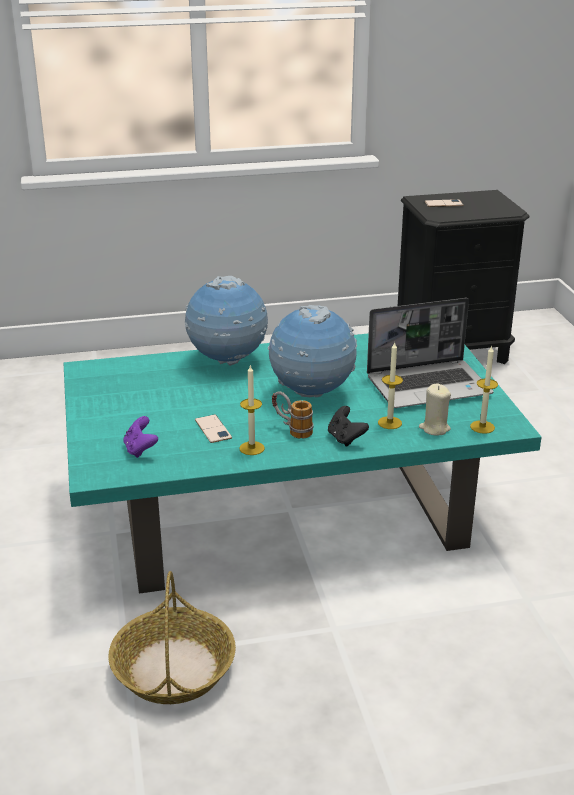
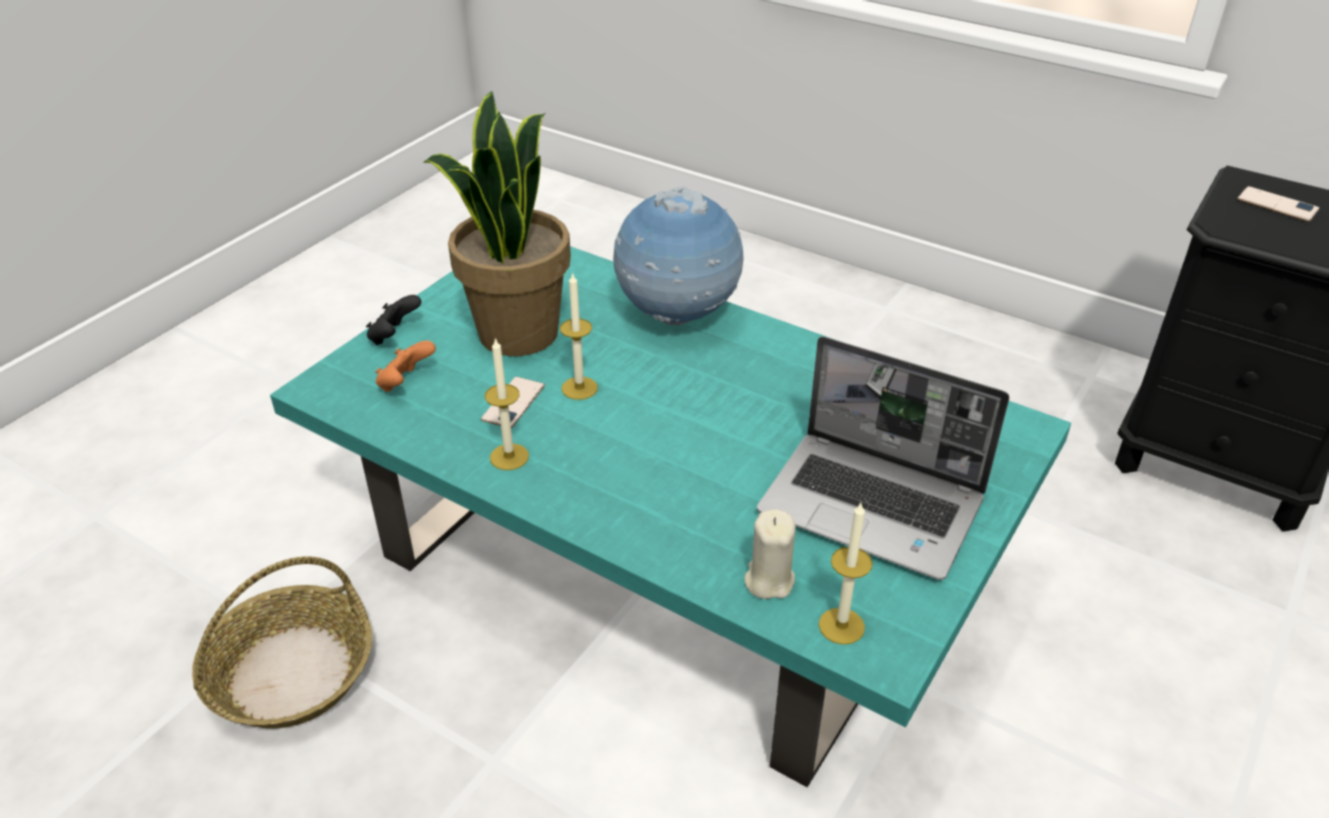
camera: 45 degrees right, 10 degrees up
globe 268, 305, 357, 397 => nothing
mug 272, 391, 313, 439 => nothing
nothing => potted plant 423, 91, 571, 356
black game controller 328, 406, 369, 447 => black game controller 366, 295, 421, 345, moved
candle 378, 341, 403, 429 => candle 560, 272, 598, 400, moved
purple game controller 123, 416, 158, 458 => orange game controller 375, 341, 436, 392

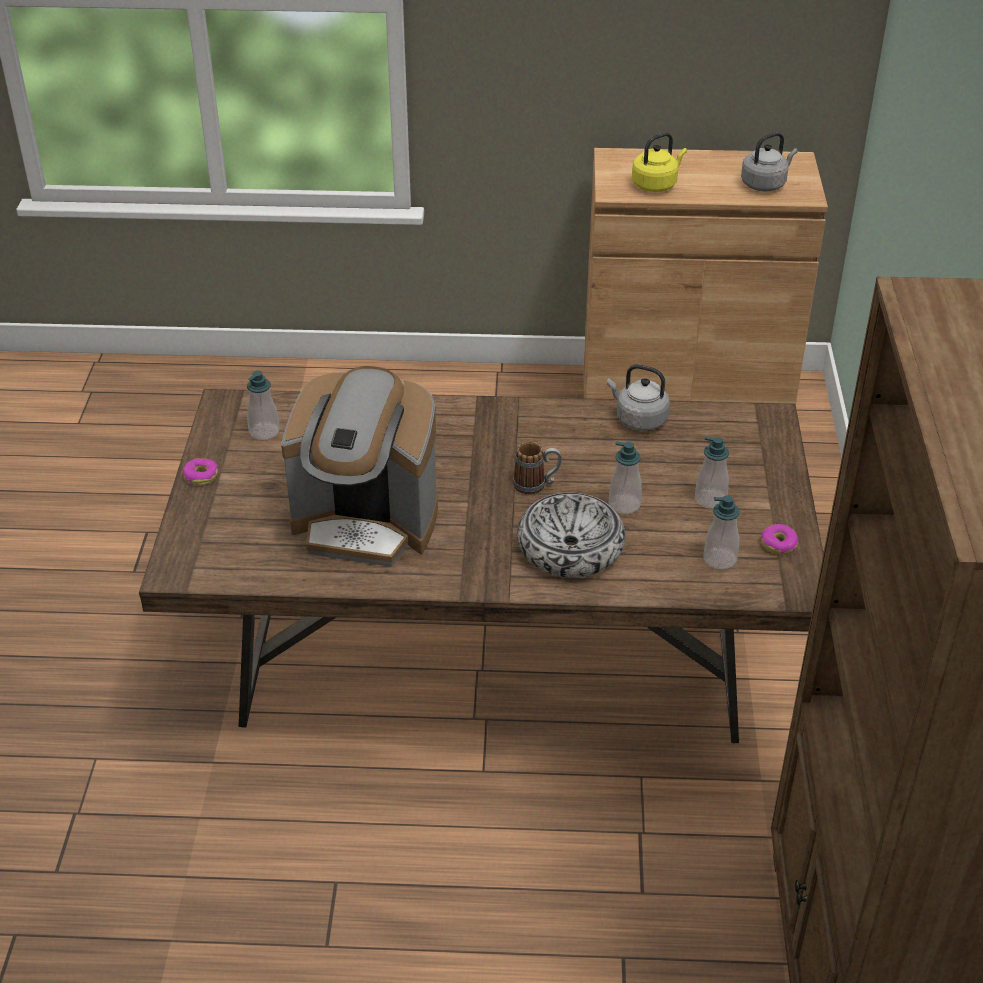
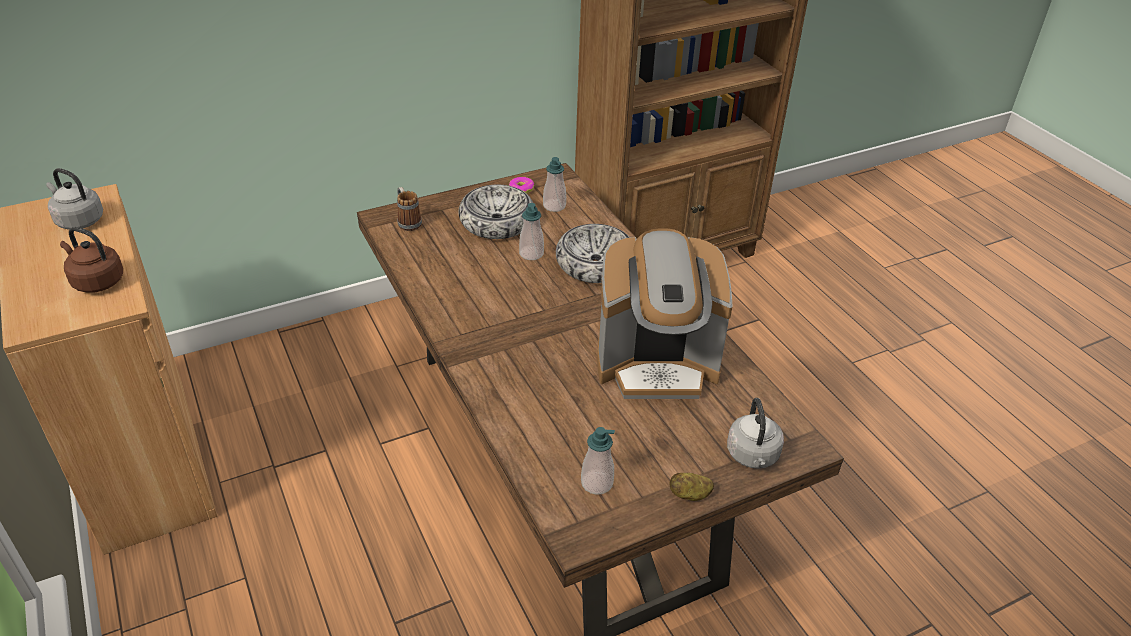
camera: 120 degrees left, 0 degrees up
mug 513, 442, 562, 494 => mug 397, 187, 422, 231, moved
grey kettle 607, 364, 670, 431 => grey kettle 727, 398, 784, 469, moved
donut 182, 458, 218, 485 => potato 669, 473, 714, 501
soap dispenser 695, 436, 729, 509 => bowl 459, 185, 533, 239
yellow kettle 632, 132, 687, 192 => brown kettle 60, 227, 123, 293
coffee machine 281, 366, 438, 567 => coffee machine 597, 228, 732, 399, 105 degrees clockwise

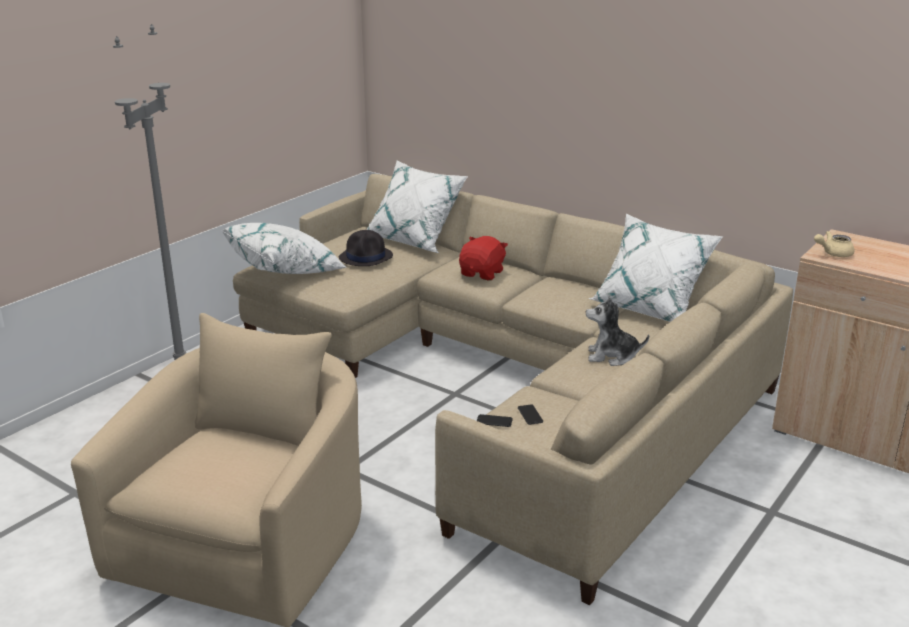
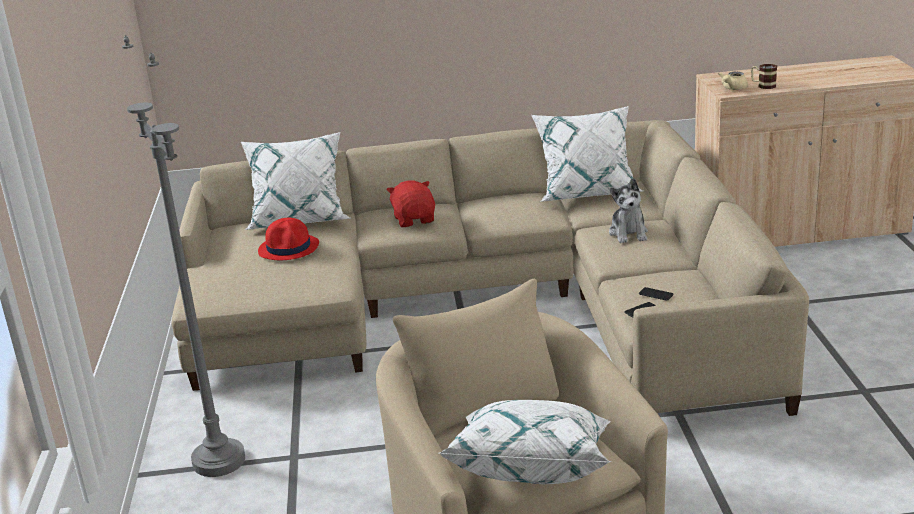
camera: 40 degrees left, 0 degrees up
nothing => mug 751, 64, 777, 89
white pillow 222, 223, 347, 274 => white pillow 438, 400, 611, 484, moved
black hat 339, 230, 393, 266 => red hat 258, 218, 319, 260
plush toy 586, 296, 649, 366 => plush toy 609, 178, 648, 243, 60 degrees counterclockwise

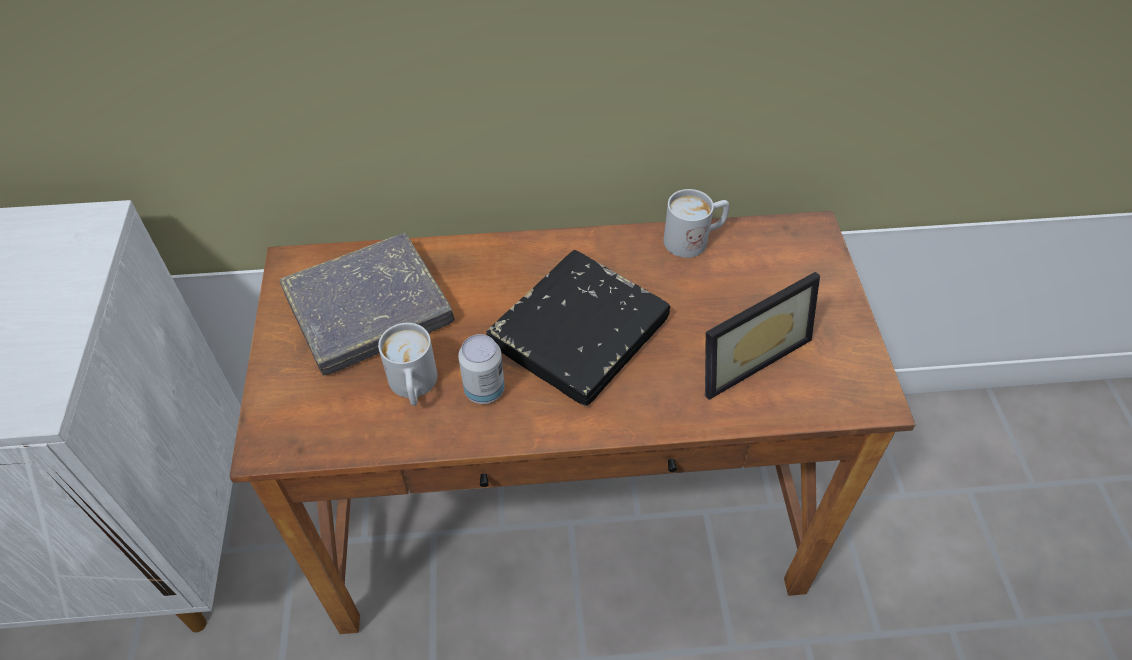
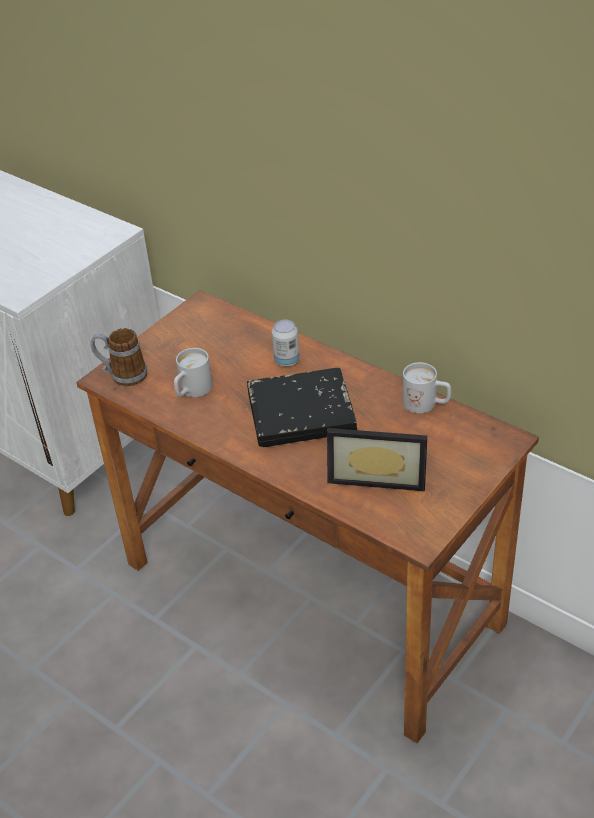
camera: 45 degrees right, 10 degrees down
grey book 279, 233, 455, 376 => nothing
nothing => mug 90, 328, 147, 386
can 458, 334, 505, 404 => can 272, 320, 300, 367, moved

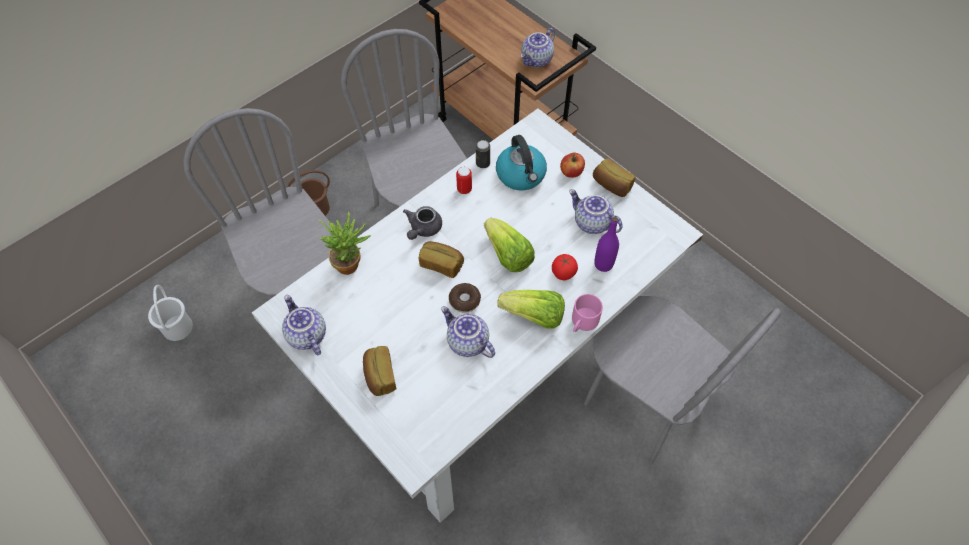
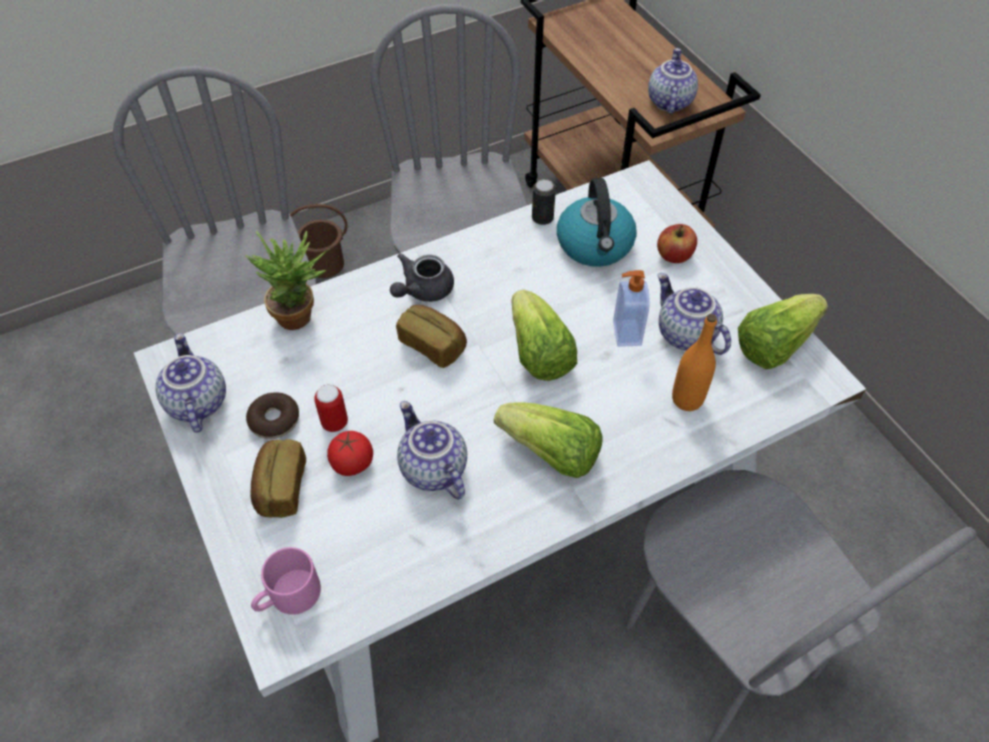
camera: 15 degrees right, 5 degrees down
white bucket 148, 285, 193, 341 => nothing
bread 593, 158, 635, 197 => nothing
nothing => soap dispenser 613, 270, 650, 347
nothing => lettuce 738, 294, 828, 369
donut 449, 283, 481, 313 => donut 246, 392, 299, 439, moved
can 456, 167, 472, 194 => can 314, 385, 348, 432, moved
tomato 552, 254, 578, 280 => tomato 327, 431, 373, 476, moved
pink mug 572, 294, 603, 332 => pink mug 251, 547, 321, 615, moved
purple bottle 594, 217, 619, 272 => orange bottle 672, 314, 717, 411
teapot 520, 28, 555, 67 => teapot 648, 48, 698, 114, 135 degrees clockwise

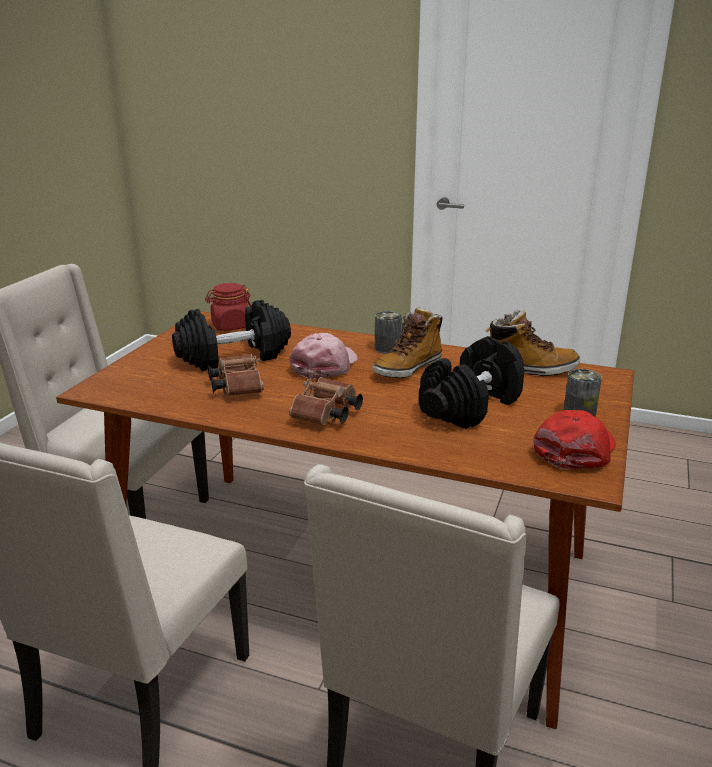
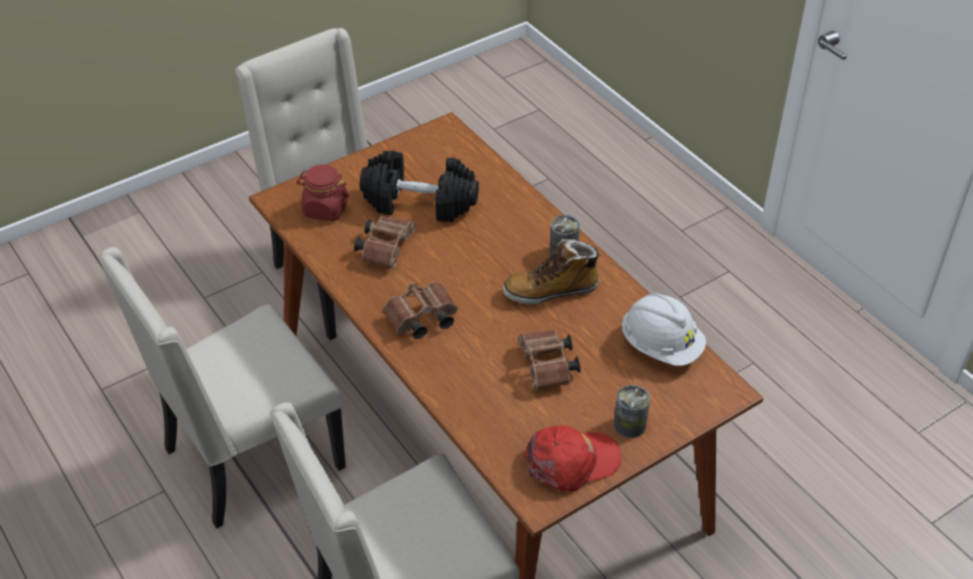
camera: 35 degrees right, 20 degrees up
pink cap 289, 333, 357, 379 => nothing
red jar 205, 283, 251, 331 => red jar 297, 164, 349, 221, moved
black dumbbell 419, 336, 525, 429 => brown binoculars 518, 330, 581, 390
boot 486, 309, 580, 376 => white hard hat 622, 293, 706, 366

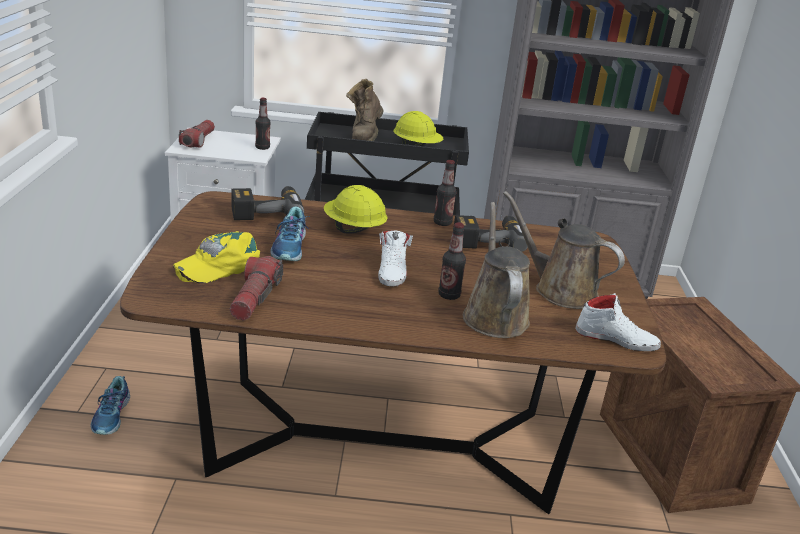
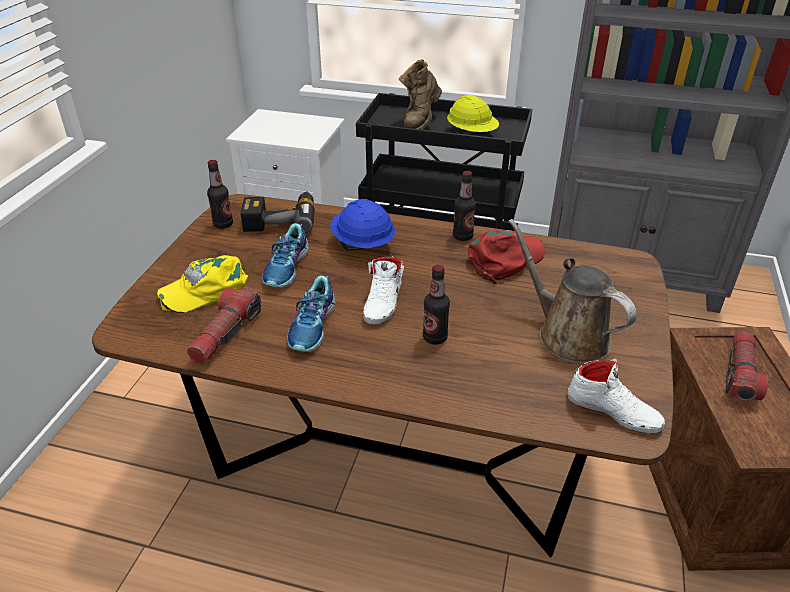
camera: 15 degrees right, 10 degrees up
brown watering can 463, 202, 530, 338 => nothing
shoe 90, 376, 130, 435 => shoe 287, 276, 336, 352, moved
flashlight 179, 120, 215, 148 => flashlight 726, 332, 769, 401, moved
bottle 255, 98, 271, 150 => bottle 207, 160, 233, 229, moved
power drill 454, 215, 528, 252 => red cap 468, 230, 545, 284
yellow hard hat 324, 185, 388, 234 => blue hard hat 330, 199, 395, 251

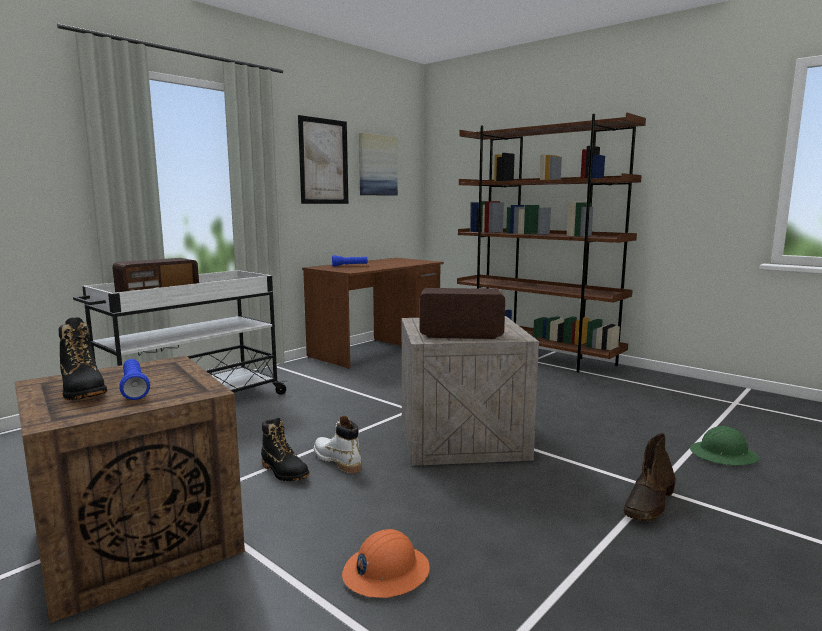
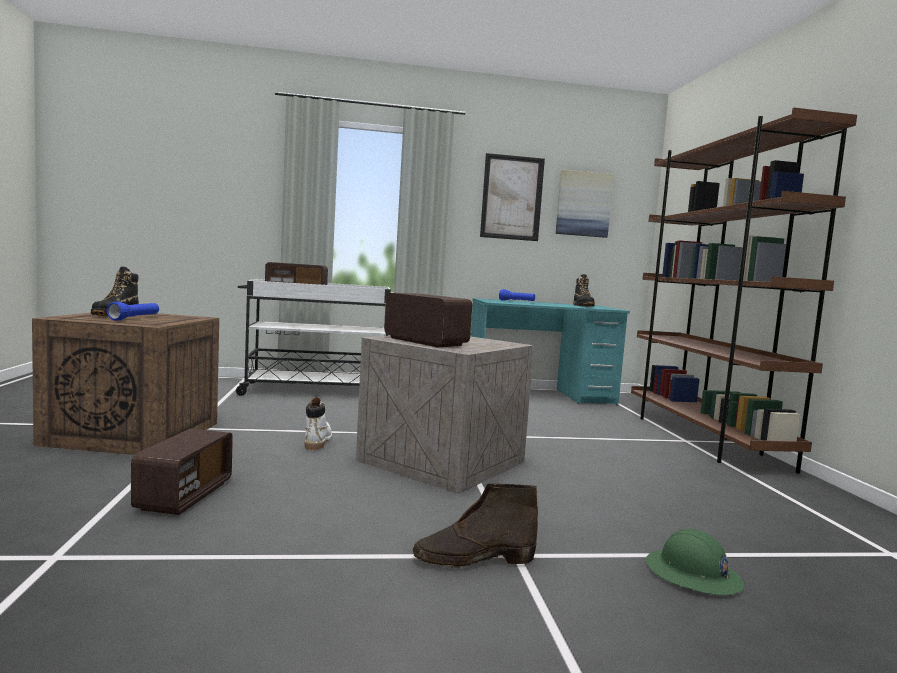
camera: 40 degrees right, 5 degrees down
black boot 261, 418, 309, 481 => black boot 573, 274, 595, 307, moved
orange hard hat 342, 529, 430, 598 => radio 131, 429, 233, 515
brown desk 302, 258, 444, 369 => turquoise desk 470, 298, 630, 405

